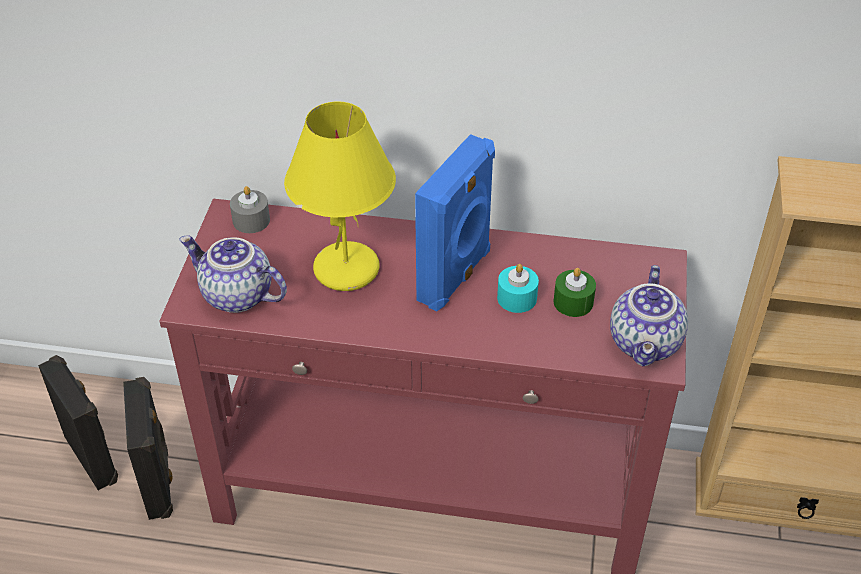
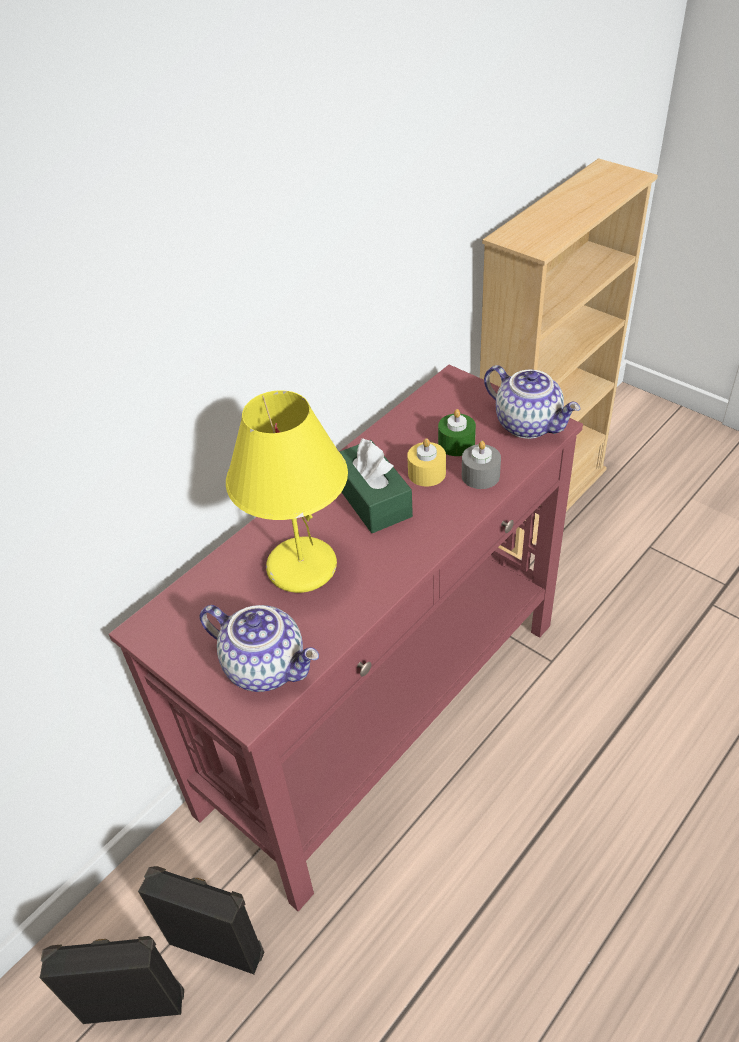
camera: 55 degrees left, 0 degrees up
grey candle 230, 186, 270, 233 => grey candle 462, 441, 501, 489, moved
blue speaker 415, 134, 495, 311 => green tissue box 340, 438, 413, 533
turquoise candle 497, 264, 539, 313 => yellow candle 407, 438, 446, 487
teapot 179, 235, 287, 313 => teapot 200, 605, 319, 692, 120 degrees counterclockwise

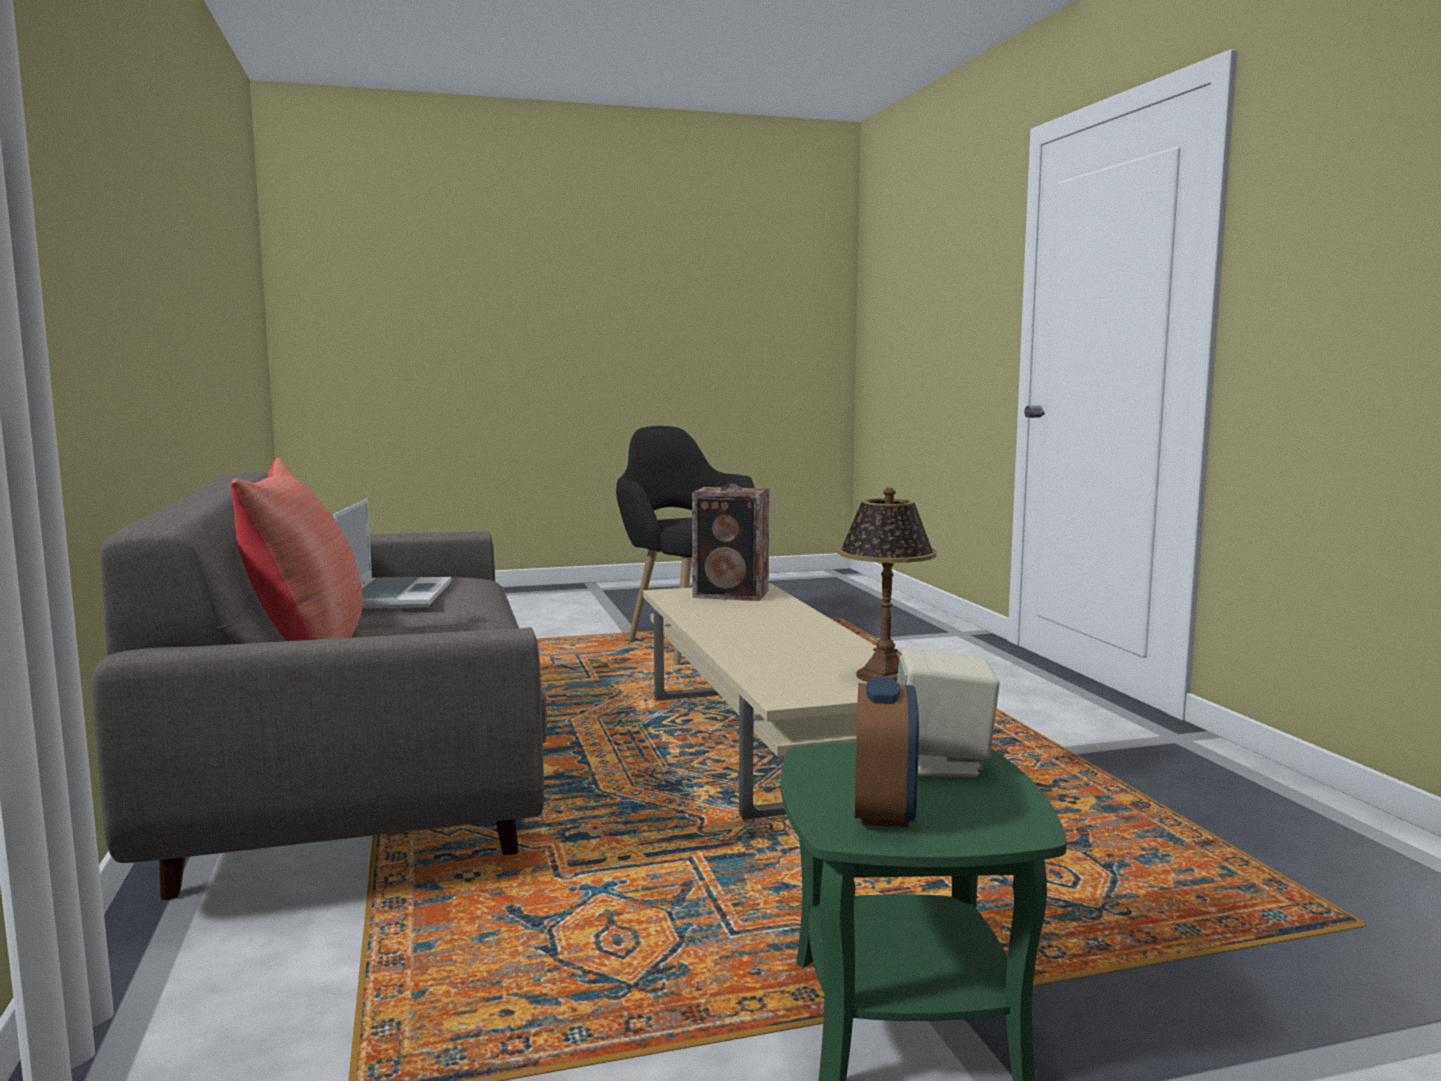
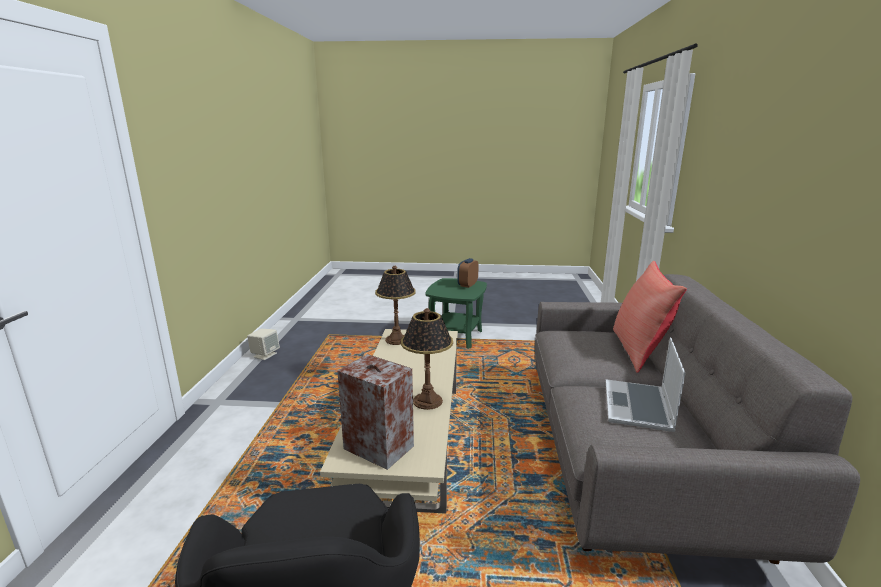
camera: 160 degrees left, 10 degrees up
nothing => table lamp 401, 308, 453, 410
beige speaker 897, 648, 1000, 777 => beige speaker 247, 329, 280, 360, moved

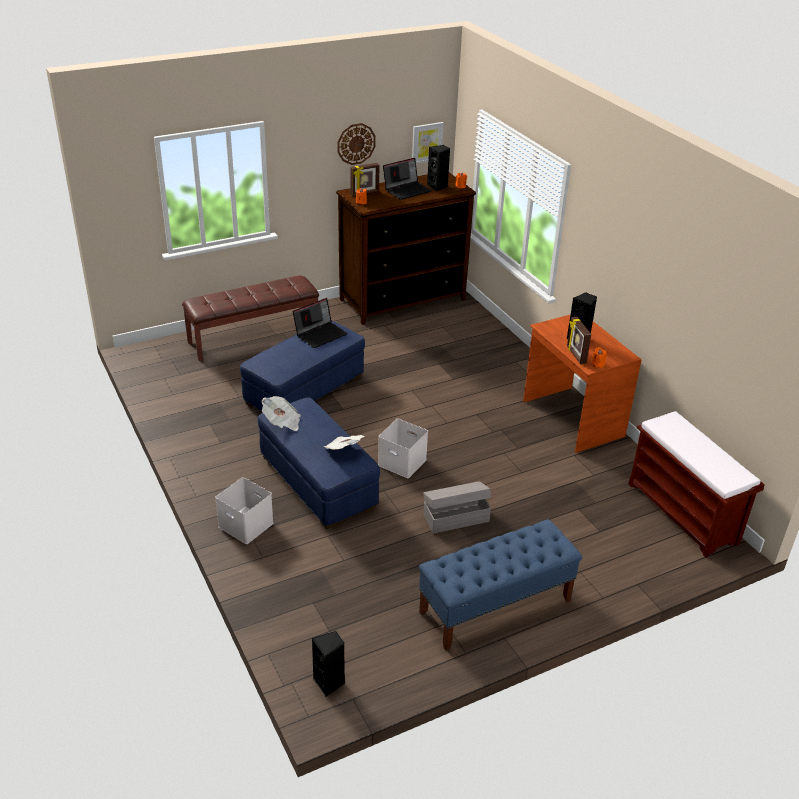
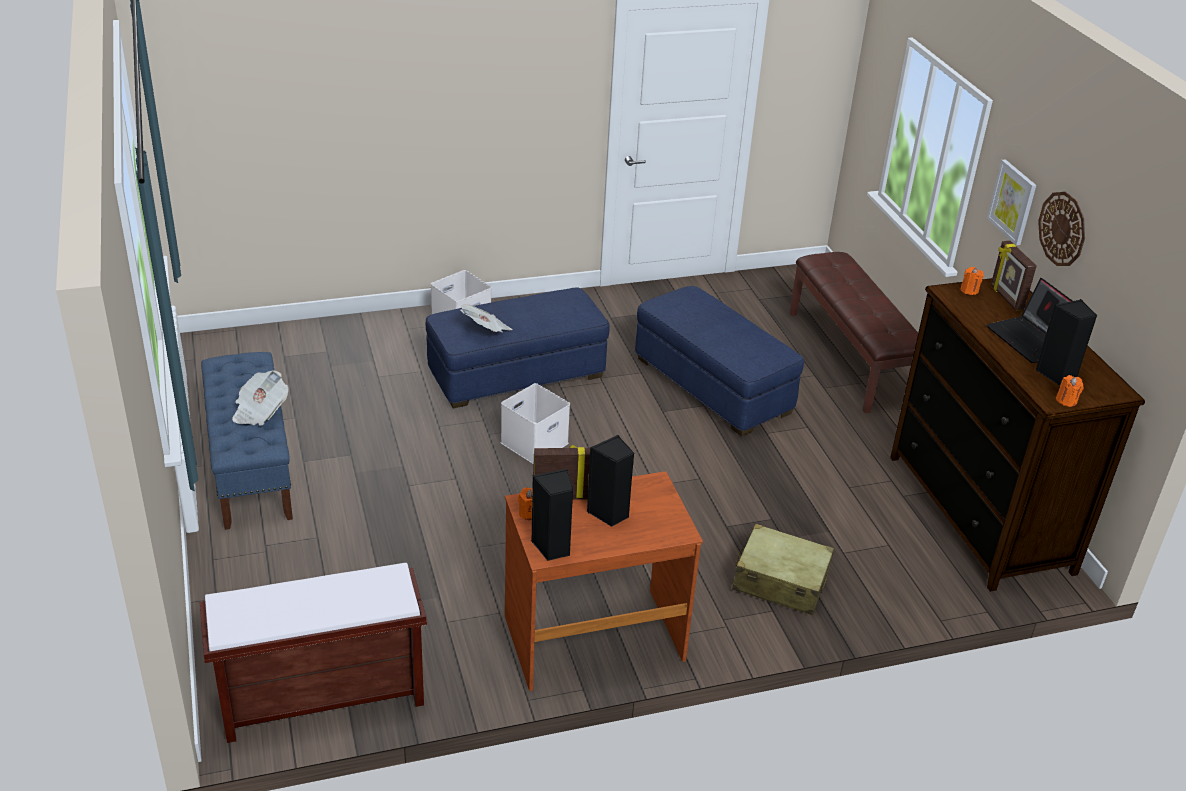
camera: 100 degrees right, 0 degrees up
laptop 293, 298, 347, 348 => nothing
grey storage box 423, 481, 491, 534 => nothing
nothing => beige suitcase 732, 524, 834, 615
newspaper 262, 396, 301, 431 => newspaper 232, 371, 288, 426, moved
black speaker 312, 631, 345, 697 => black speaker 531, 469, 573, 561, moved
picture 412, 122, 444, 164 => picture 987, 159, 1036, 245, moved

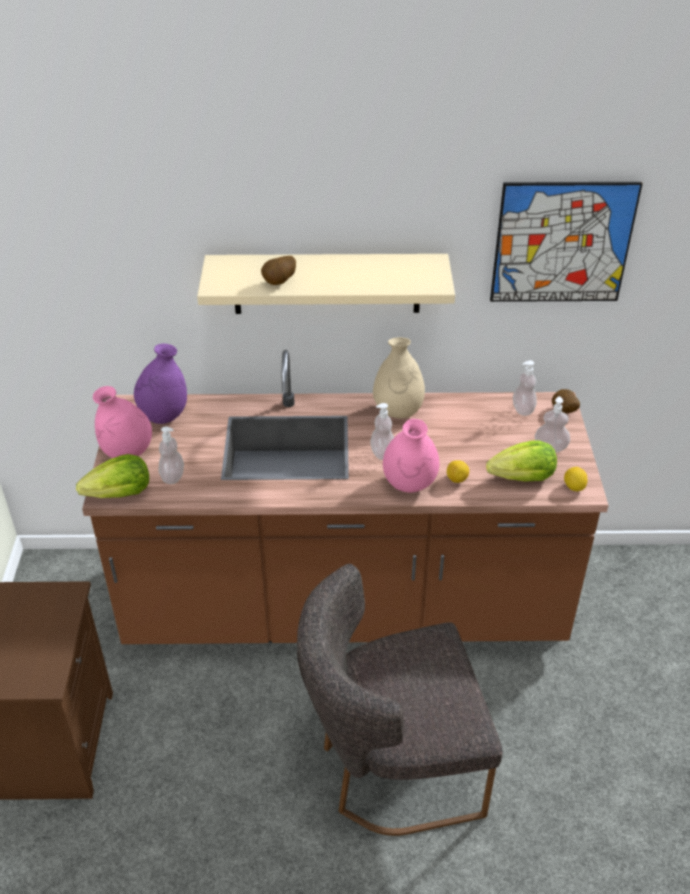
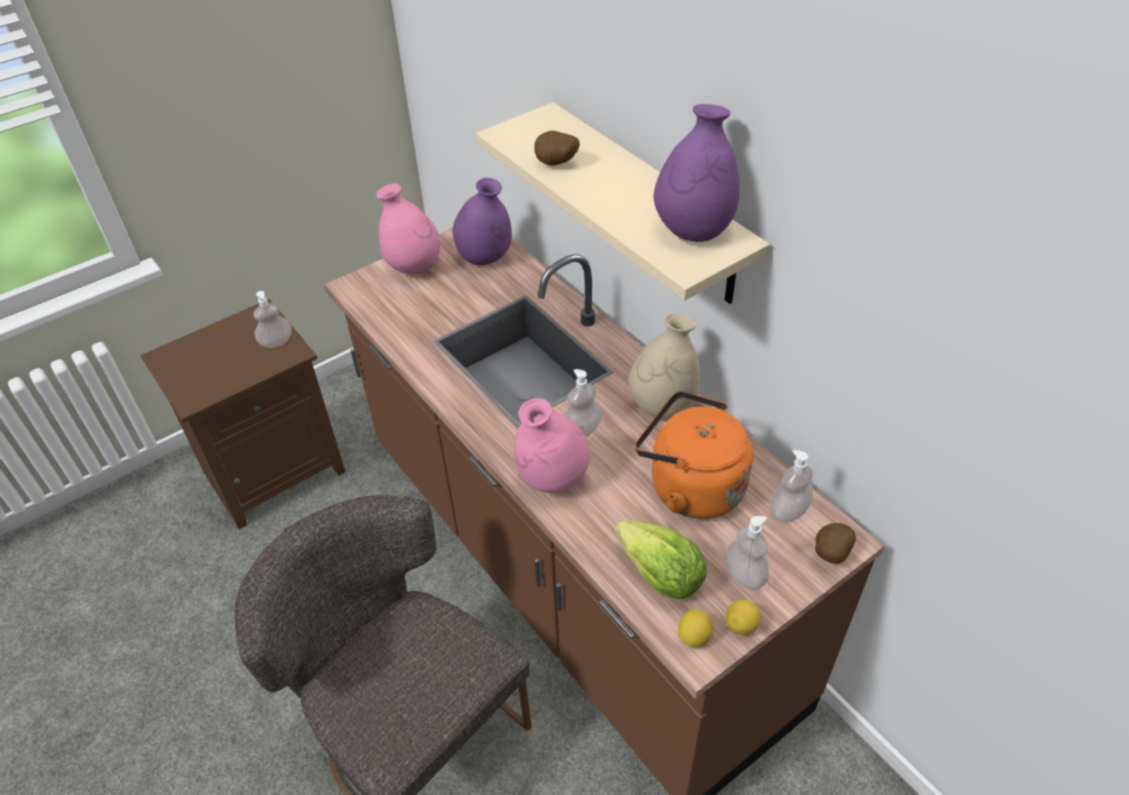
camera: 55 degrees right, 5 degrees up
lettuce 76, 454, 149, 498 => nothing
picture 490, 182, 643, 302 => nothing
nothing => orange kettle 635, 391, 753, 519
nothing => purple vase 654, 104, 739, 242
soap dispenser 159, 426, 184, 484 => soap dispenser 253, 291, 291, 348, moved
lemon 447, 460, 469, 483 => lemon 725, 600, 761, 635, moved

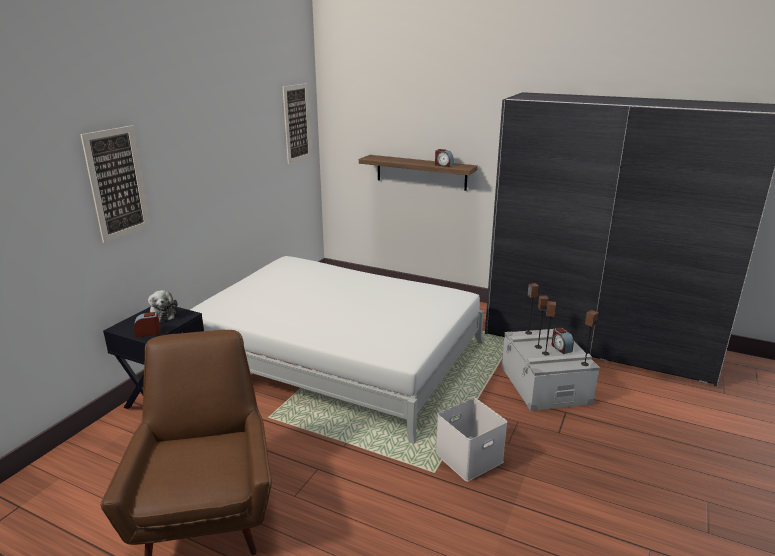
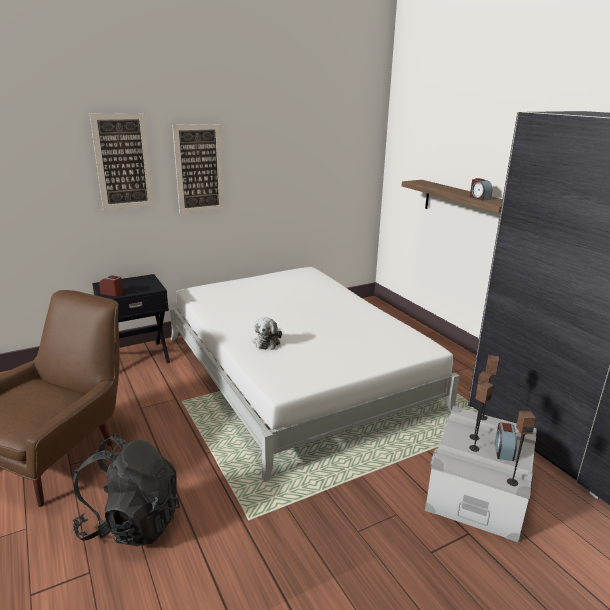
camera: 35 degrees right, 0 degrees up
white storage box 436, 398, 507, 482 => nothing
nothing => black backpack 73, 434, 180, 546
plush toy 148, 290, 178, 322 => plush toy 253, 317, 282, 350, moved
picture 283, 83, 311, 164 => picture 172, 124, 224, 214, moved

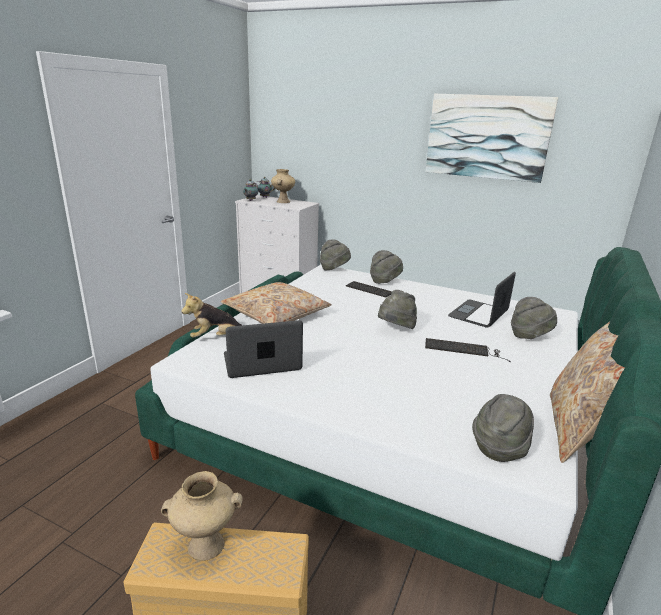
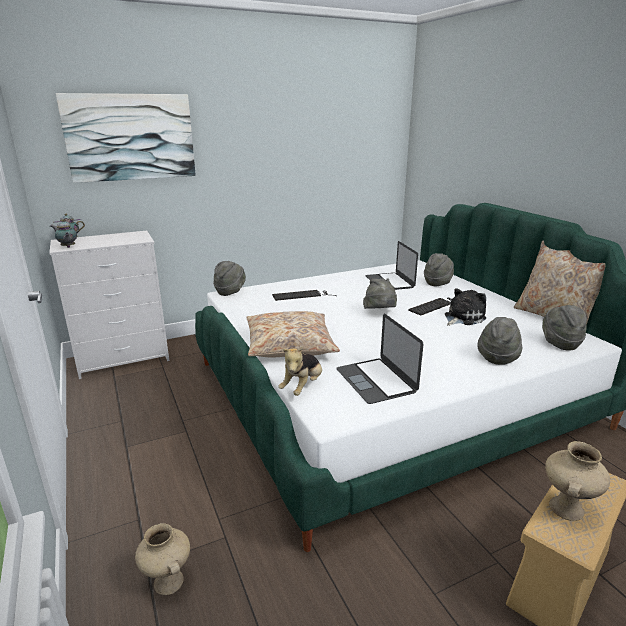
camera: 50 degrees left, 0 degrees up
nothing => plush toy 445, 288, 486, 326
beige vase 271, 169, 295, 203 => beige vase 135, 523, 190, 595, moved
grey hat 370, 250, 403, 284 => grey hat 478, 317, 522, 365, moved
picture 426, 94, 558, 183 => picture 56, 93, 196, 183, moved
laptop 224, 320, 303, 378 => laptop 336, 314, 423, 404, 45 degrees counterclockwise

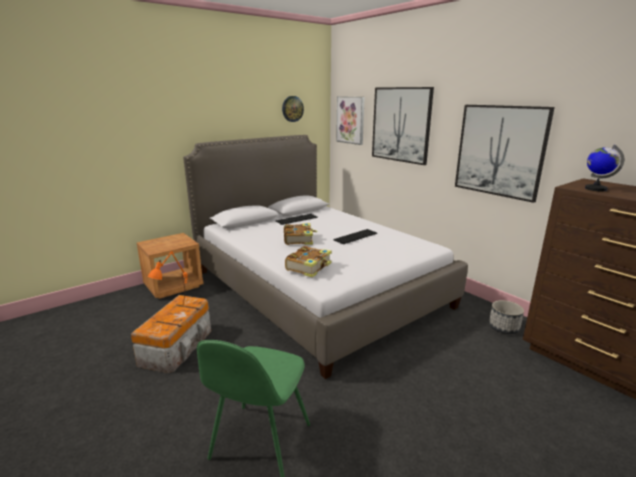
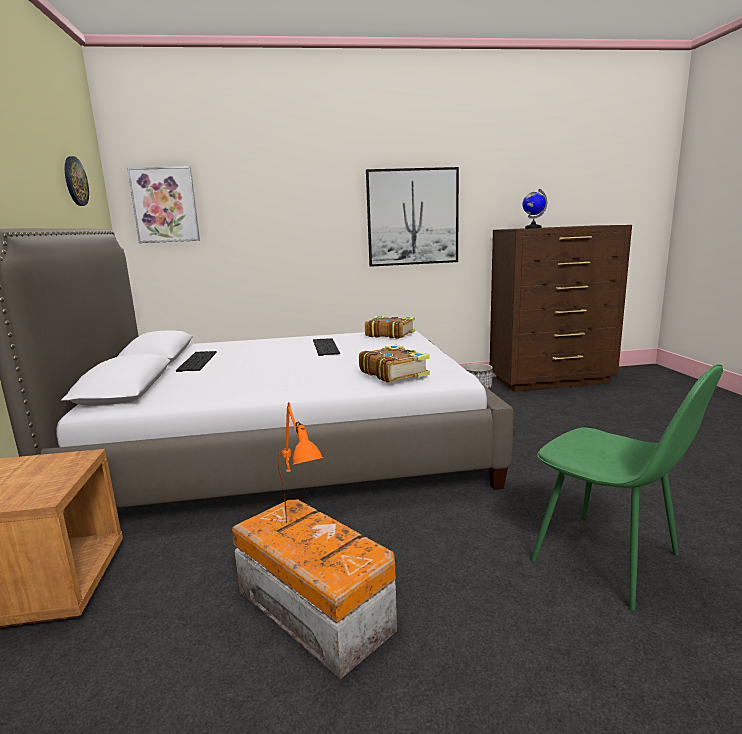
camera: 60 degrees left, 5 degrees down
picture 372, 87, 434, 165 => nothing
book 284, 223, 317, 245 => book 365, 316, 415, 339, moved

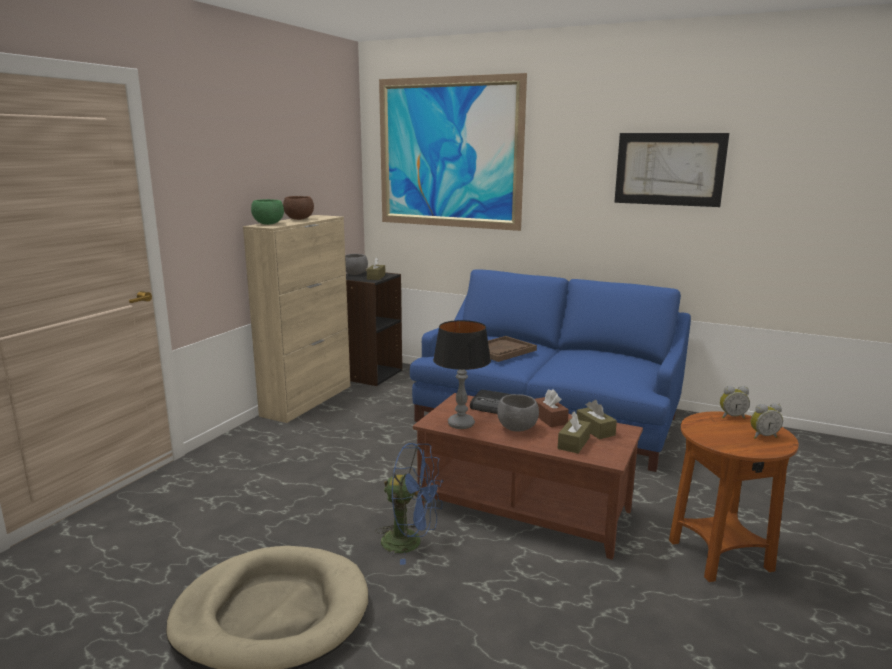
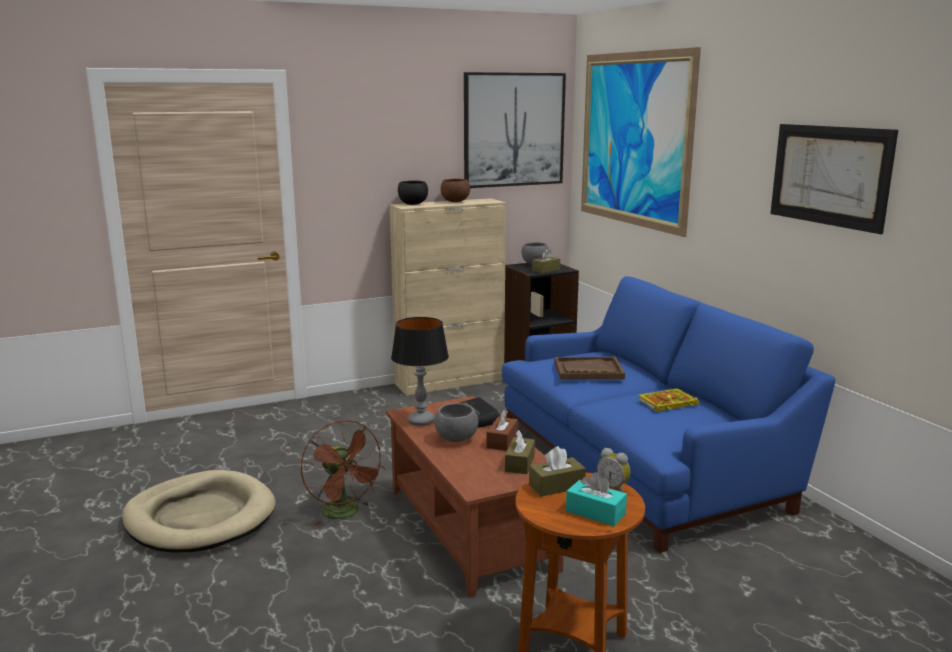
camera: 40 degrees right, 0 degrees up
nothing => picture 464, 72, 566, 188
nothing => book 638, 389, 699, 412
brown tissue box 558, 411, 591, 453 => brown tissue box 529, 446, 586, 497, moved
alarm clock 751, 403, 783, 439 => turquoise tissue box 566, 472, 627, 526
green bowl 251, 199, 284, 225 => black bowl 398, 181, 428, 205
blue fan 375, 443, 443, 565 => brown fan 301, 420, 385, 526

